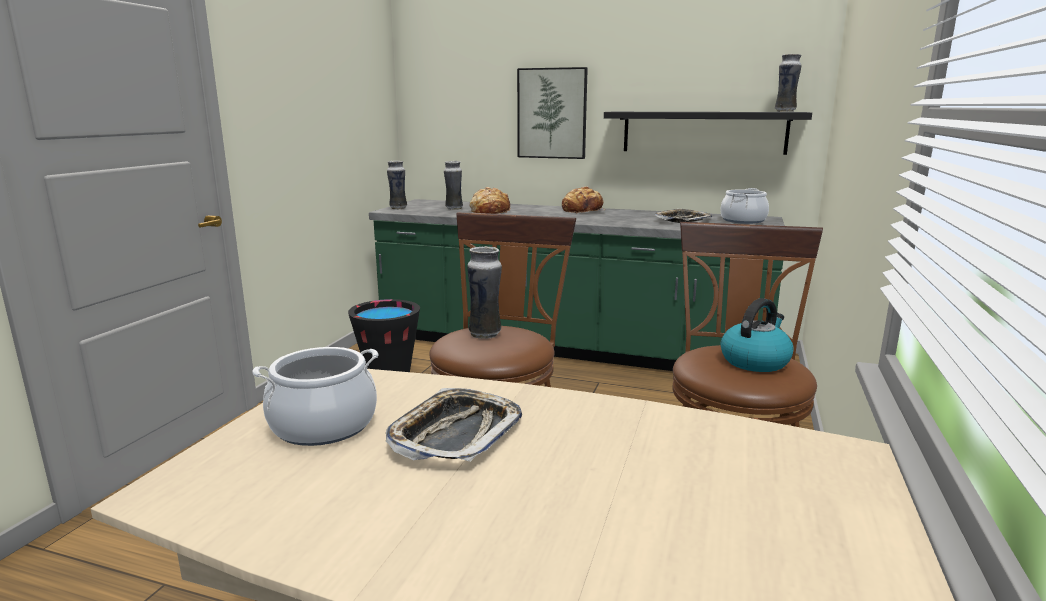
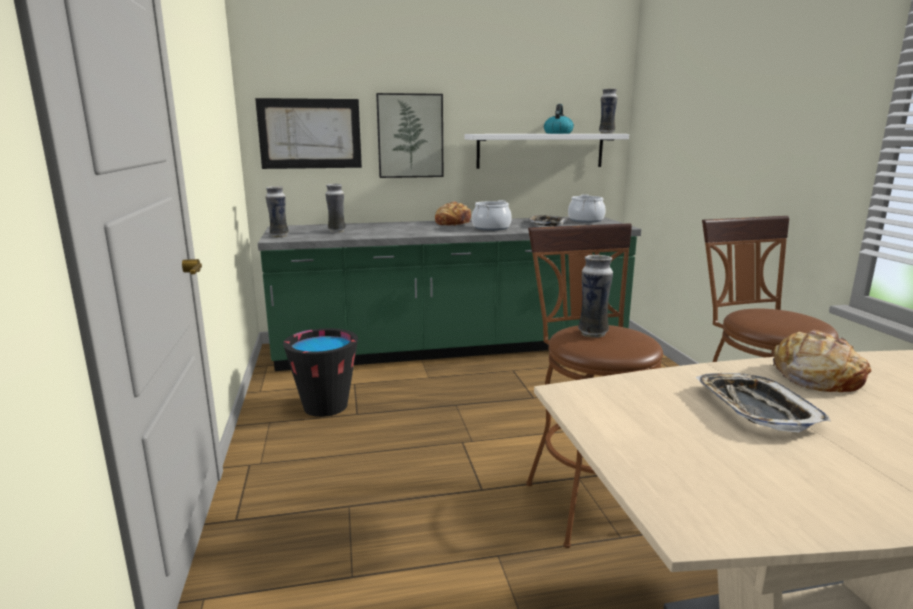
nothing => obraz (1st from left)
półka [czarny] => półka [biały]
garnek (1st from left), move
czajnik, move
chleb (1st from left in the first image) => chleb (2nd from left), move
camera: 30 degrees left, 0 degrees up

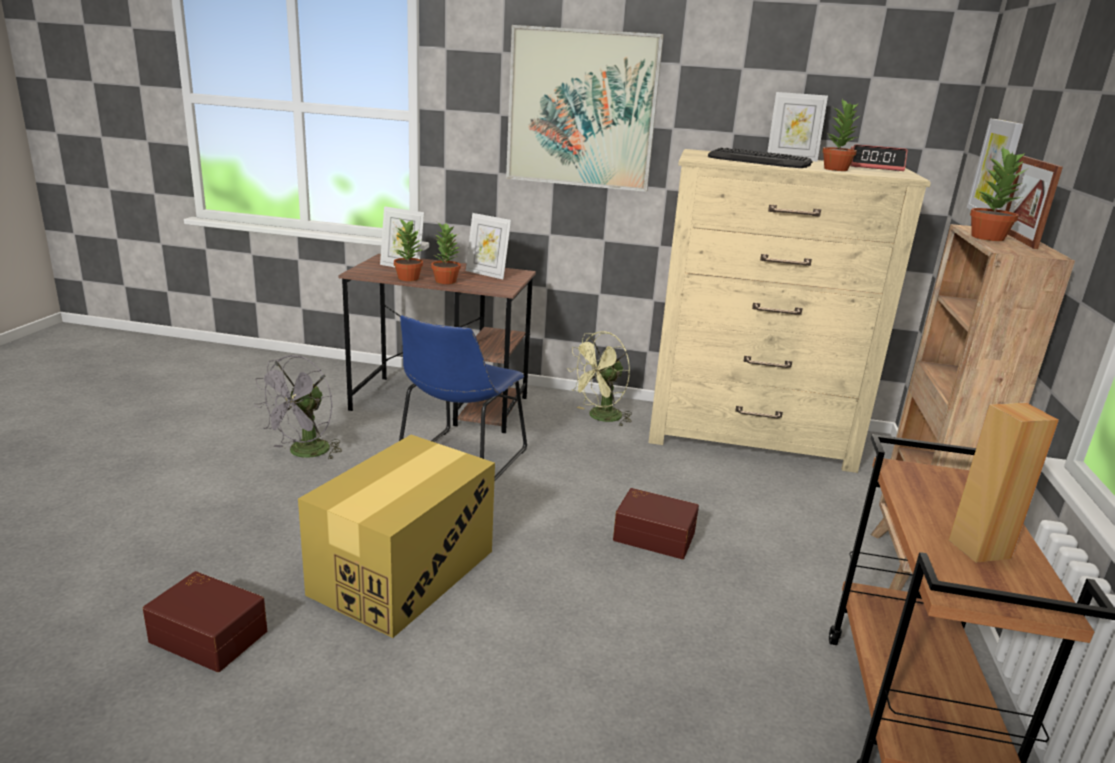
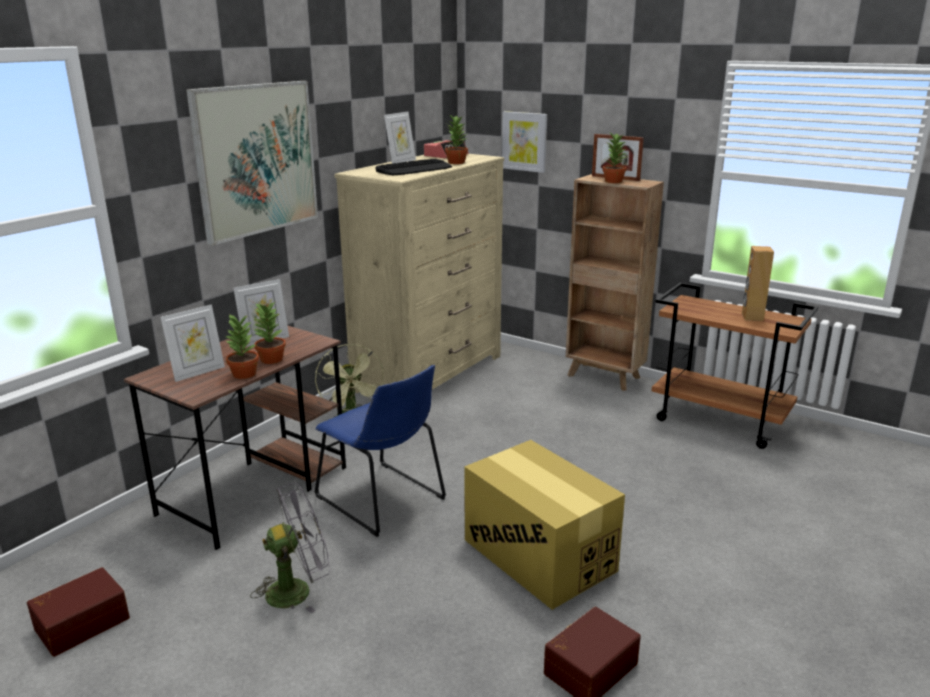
pojemnik do przechowywania [brązowy] (2nd from left in the first image) => pojemnik do przechowywania [brązowy] (1st from left), move
wentylator [szary], 75 degrees counterclockwise
camera: 65 degrees left, 0 degrees up

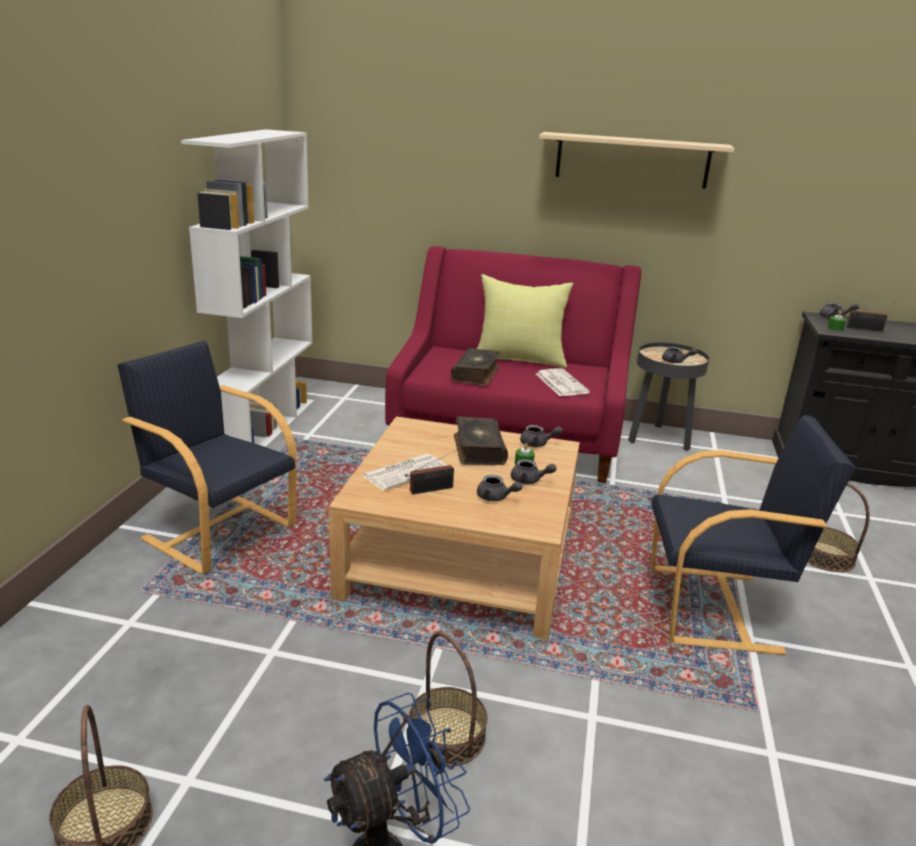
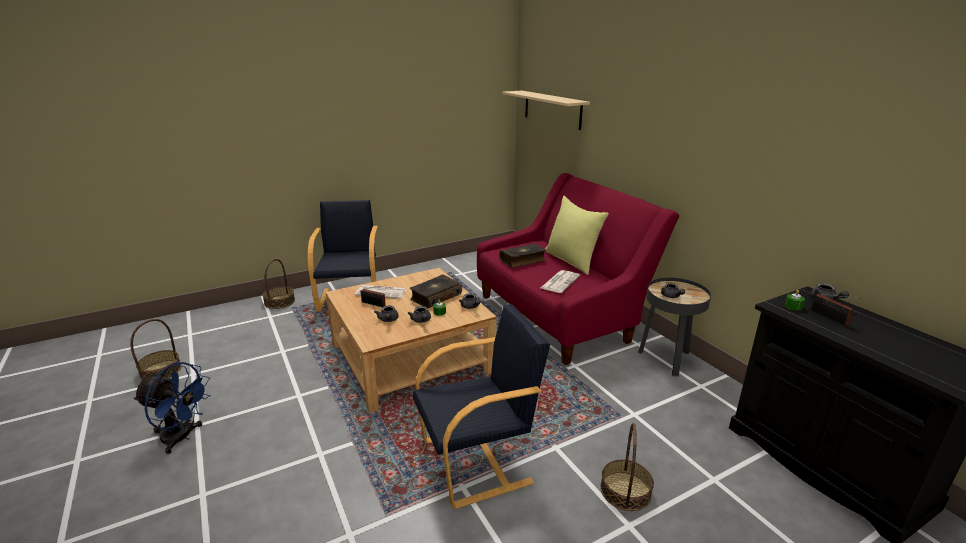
koszyk (2nd from left), move
fotel [czarny] (2nd from left), 75 degrees counterclockwise
półka [beżowy], move
regał [biały] => nothing
camera: 50 degrees right, 0 degrees up

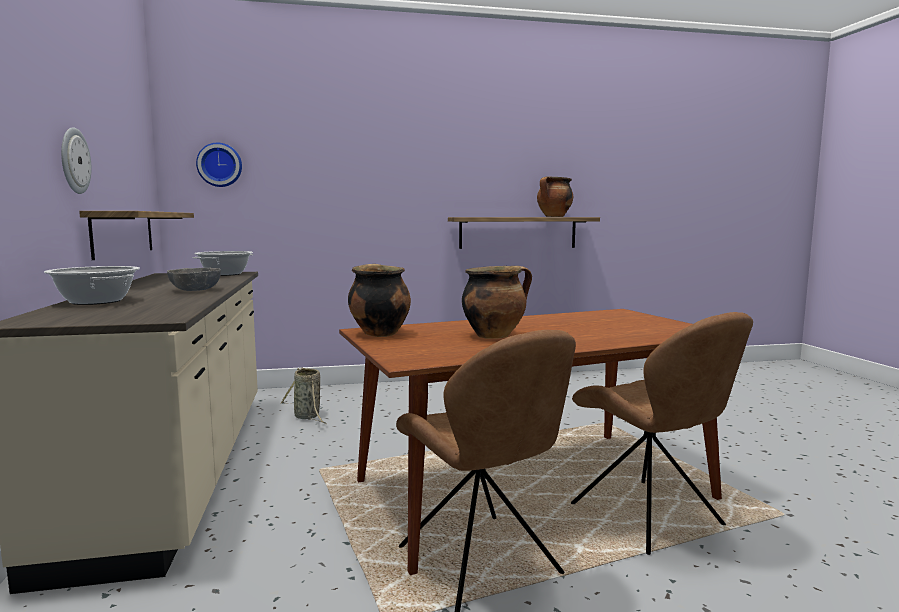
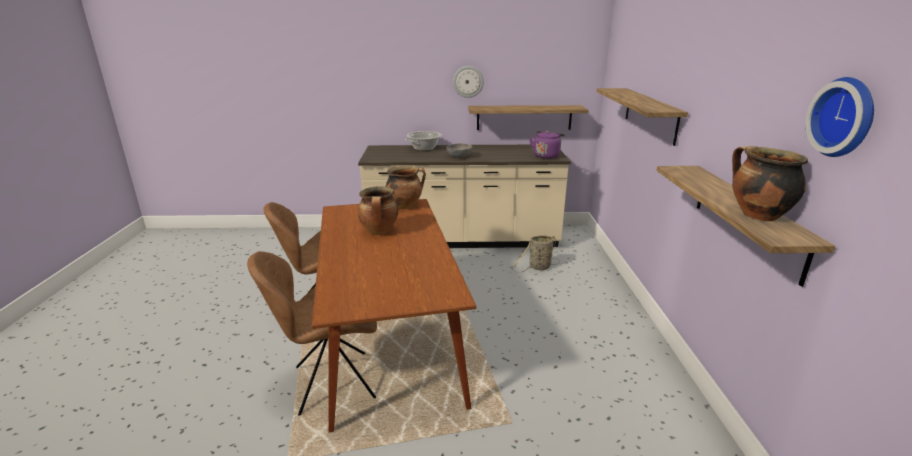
garnek (2nd from left) => czajnik [fioletowy]
nothing => półka (2nd from left)
zegar ścienny (2nd from left), move
camera: 100 degrees right, 15 degrees up

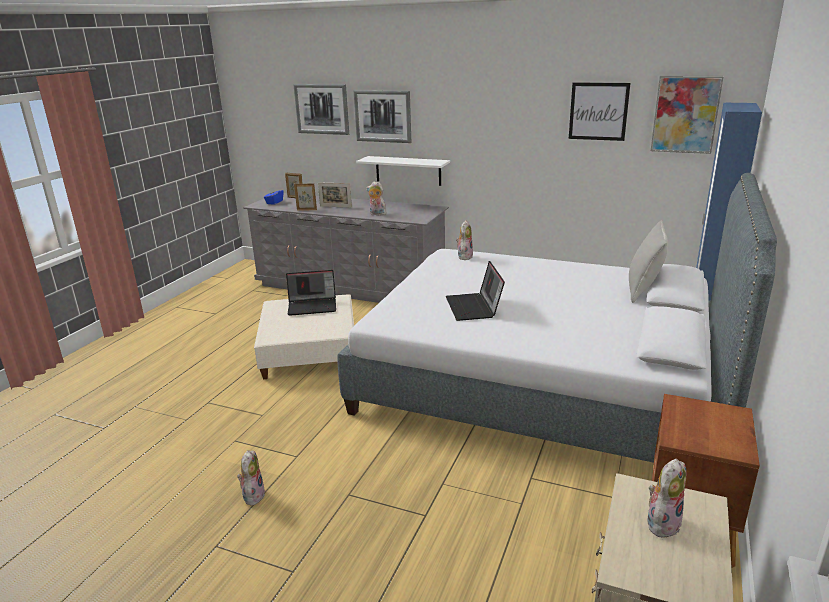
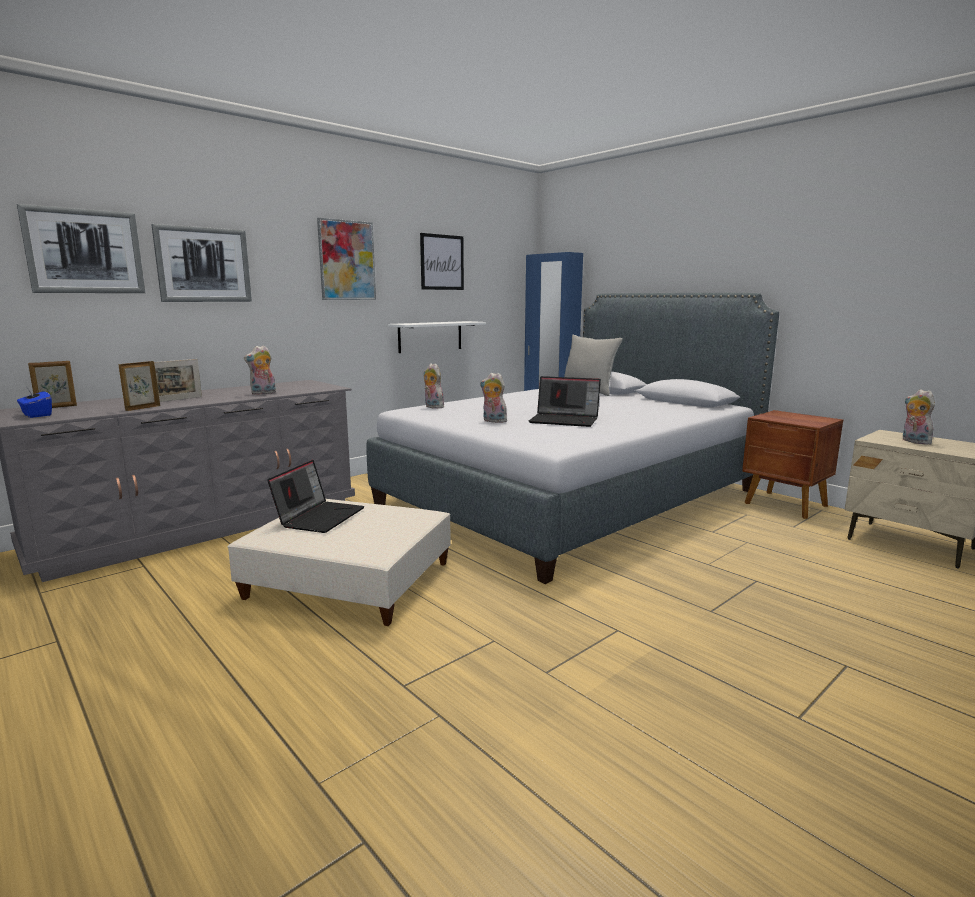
obraz (4th from left in the first image) => obraz (3rd from left), move
półka [biały], move
pluszak (1st from left in the first image) => pluszak (3rd from left), move
camera: 65 degrees left, 10 degrees down

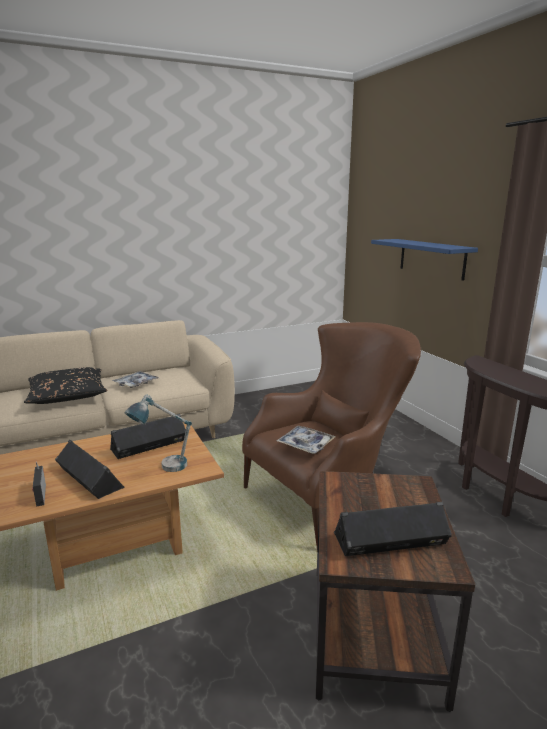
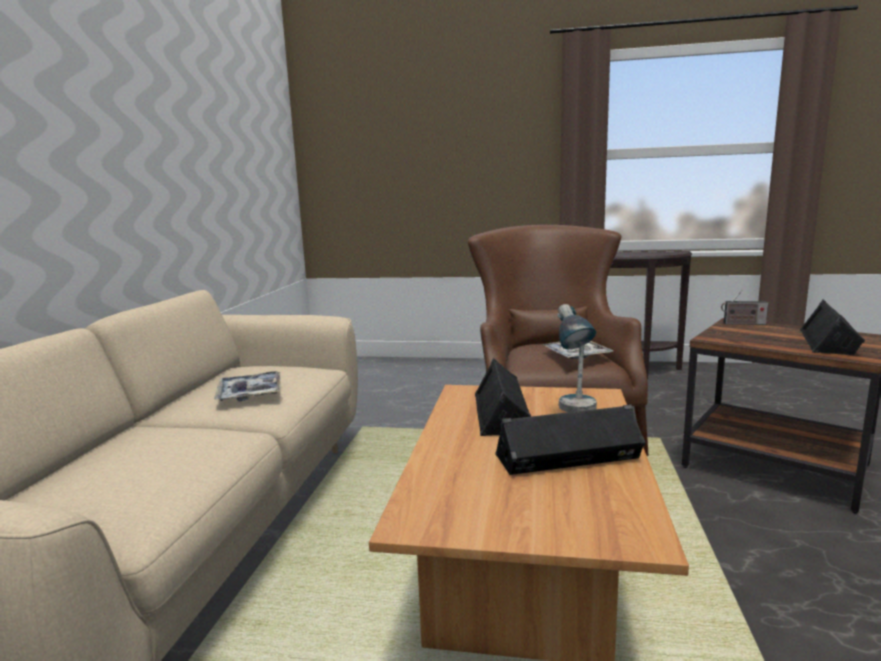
radio, move
poduszka [czarny] => nothing
półka [niebieski] => nothing
camera: 55 degrees left, 5 degrees down

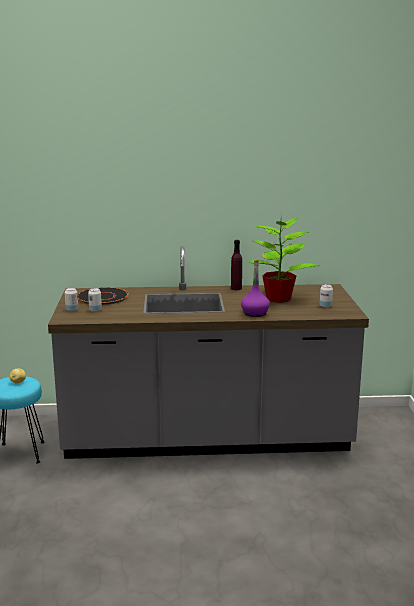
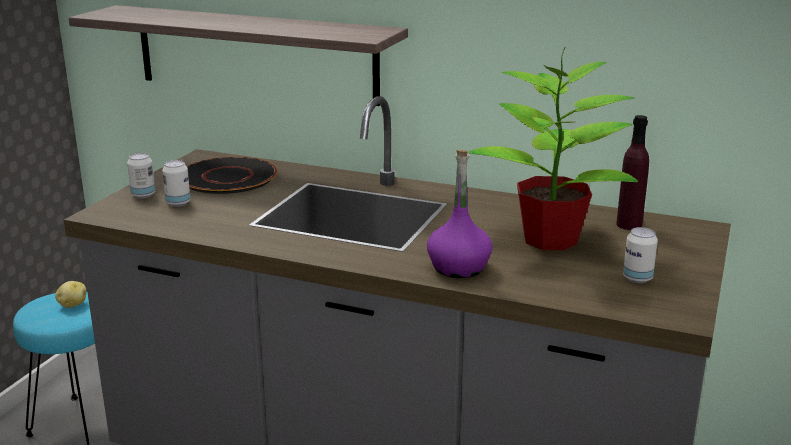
nothing => półka
butelka [fioletowy] (1st from left in the first image) => butelka [fioletowy] (2nd from left), move
camera: 25 degrees right, 5 degrees up

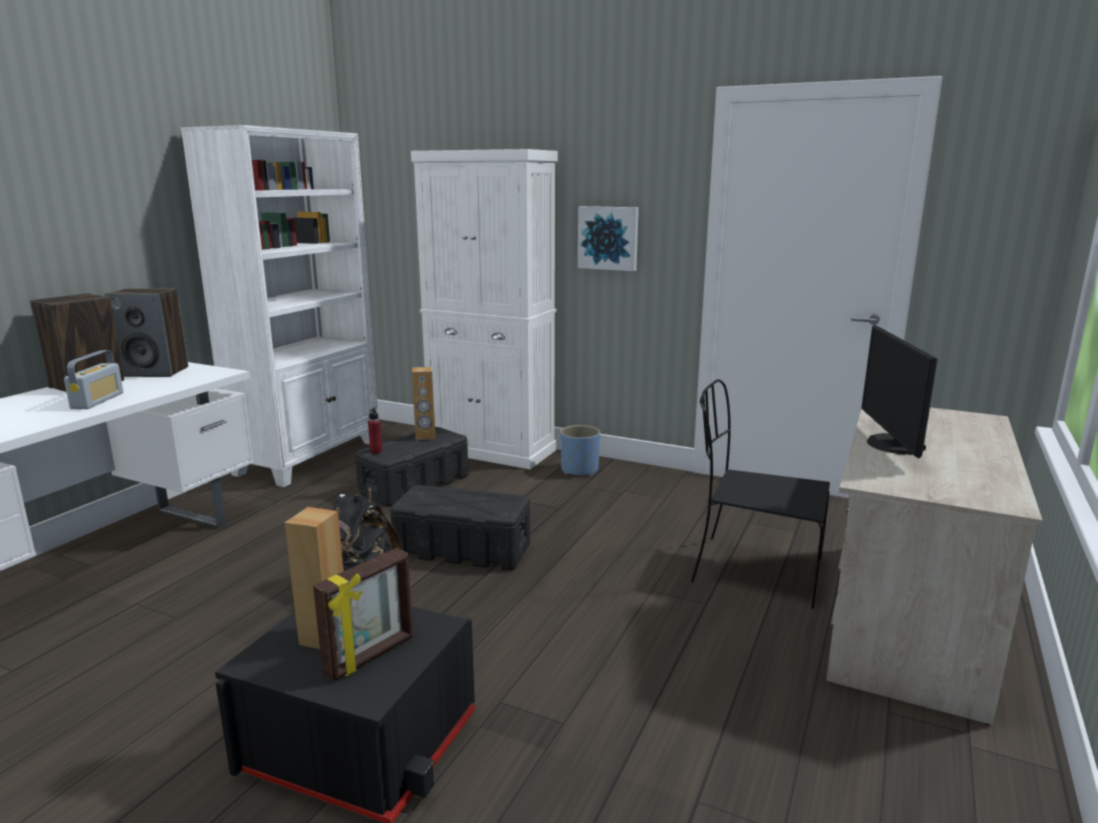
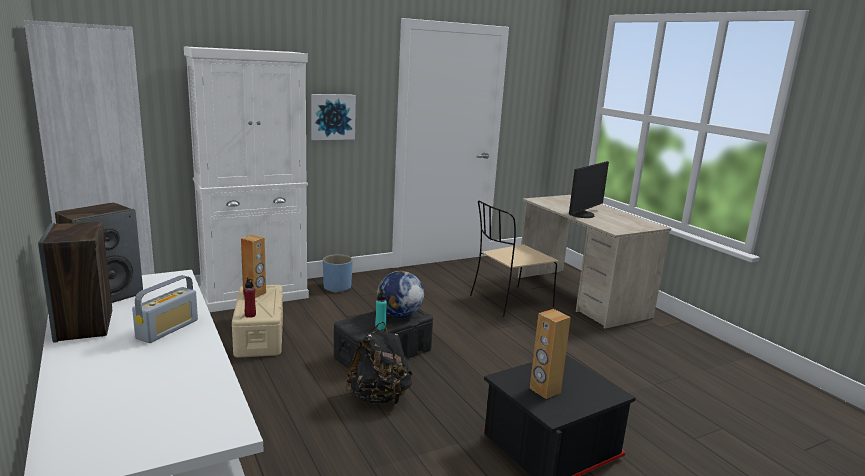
radio, 75 degrees clockwise
pojemnik do przechowywania [czarny] (2nd from left) => pojemnik do przechowywania [beżowy]
nothing => butelka [turkusowy]
nothing => globus
krzesło [czarny] => krzesło [beżowy]
monitor, 90 degrees counterclockwise
ramka na zdjęcie => nothing
camera: 55 degrees left, 0 degrees up

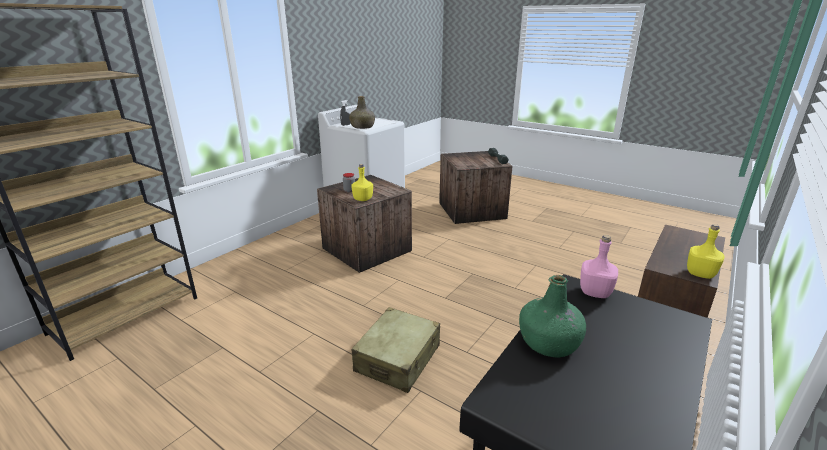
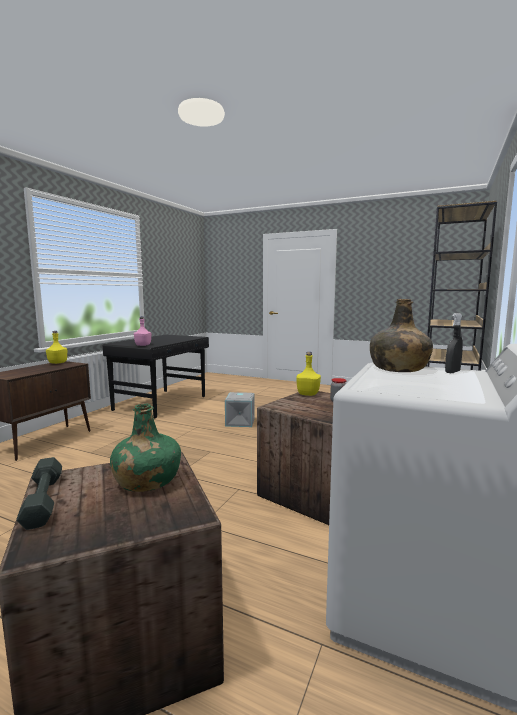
butelka [zielony] (2nd from left in the first image) => butelka [zielony] (1st from left), move
walizka [beżowy] => pojemnik do przechowywania [szary]
camera: 170 degrees right, 15 degrees down

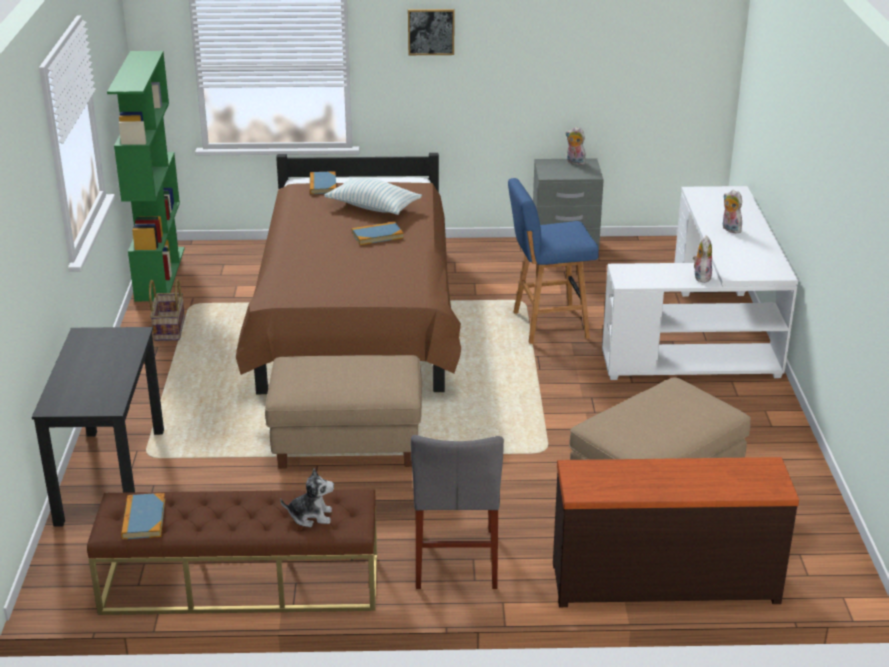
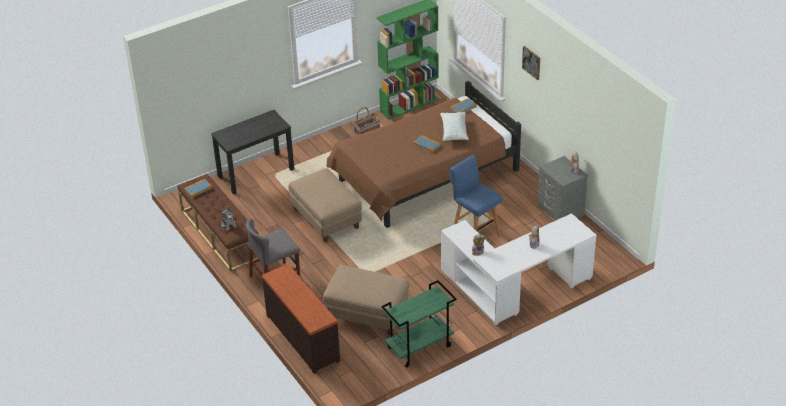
nothing => wózek [zielony]
camera: 60 degrees right, 10 degrees up

